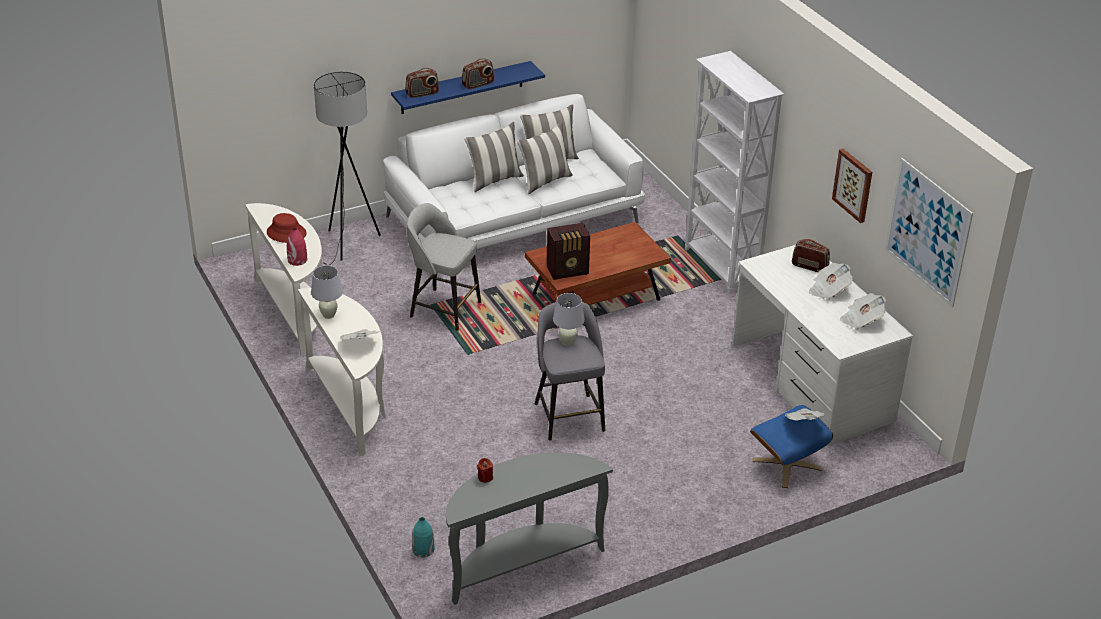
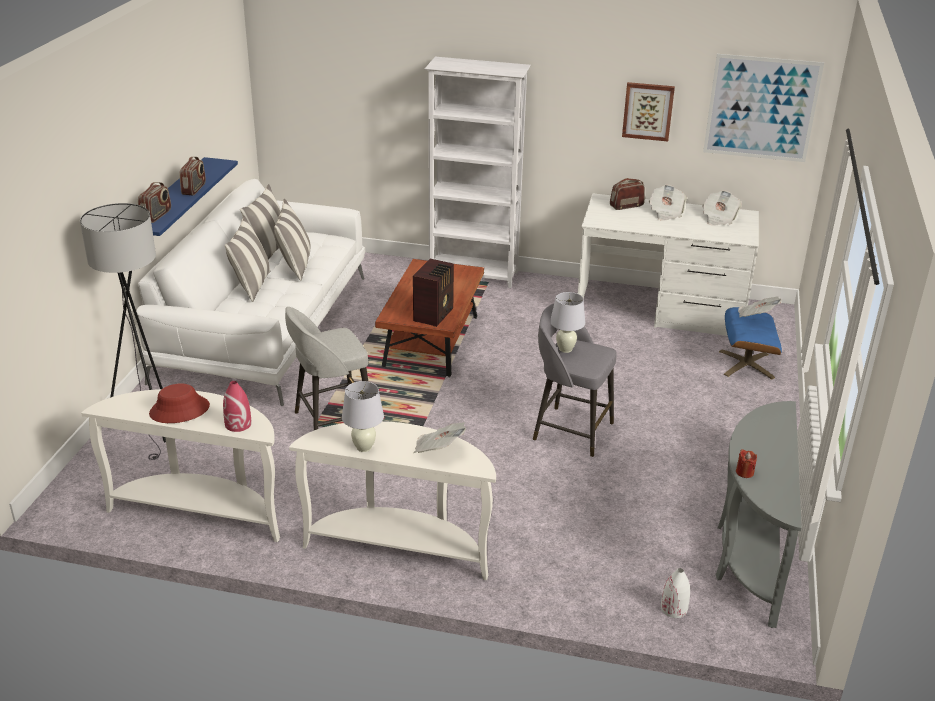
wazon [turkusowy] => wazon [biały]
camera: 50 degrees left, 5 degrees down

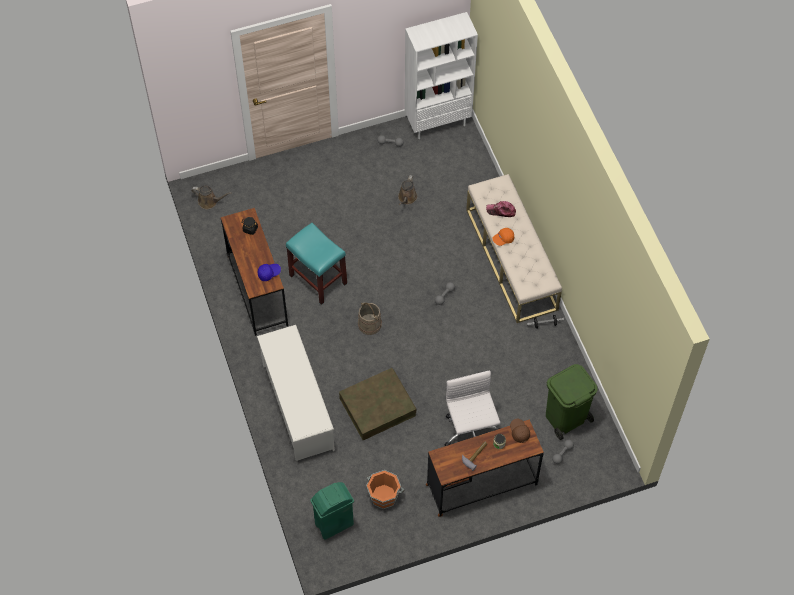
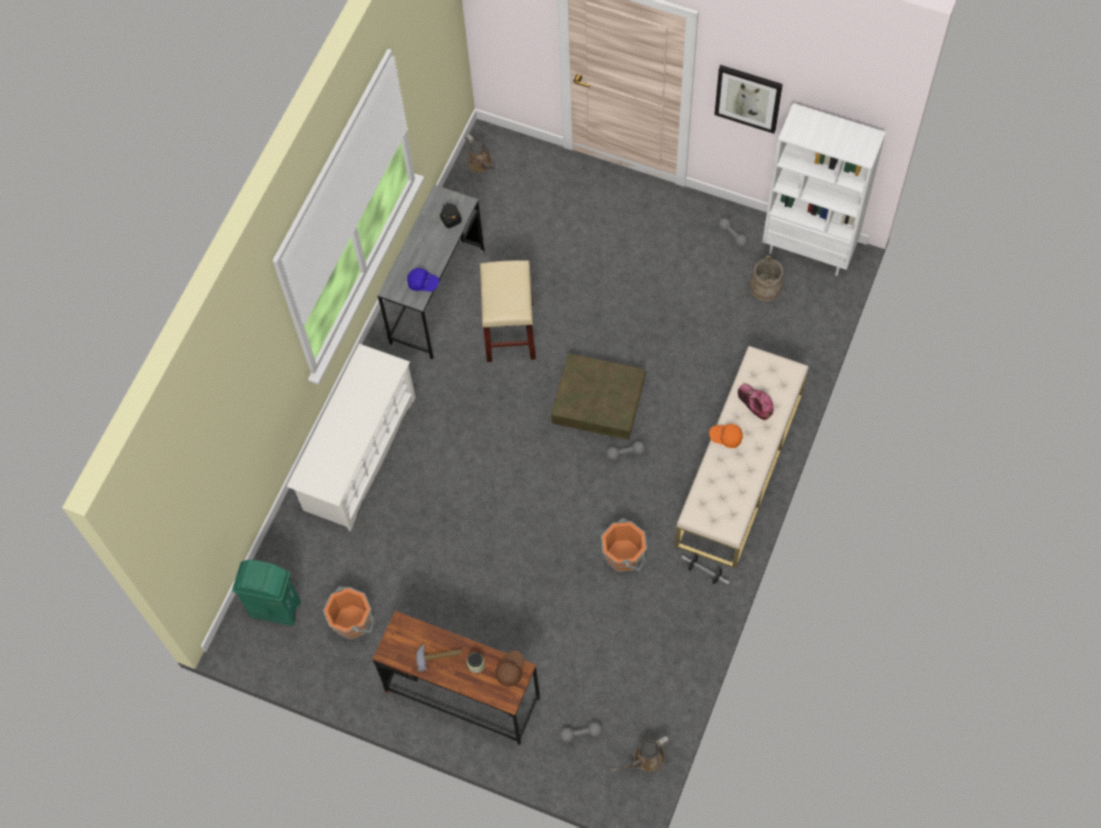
biurko [brązowy] (1st from left) => biurko [szary]
stołek [turkusowy] => stołek [beżowy]
pojemnik do przechowywania [brązowy], move
nothing => wiadro [pomarańczowy] (2nd from left)
konewka [brązowy] (2nd from left), move
nothing => obraz
wiadro [beżowy], move
krzesło biurowe [biały] => nothing
kosz na śmieci [zielony] (2nd from left) => nothing
camera: 45 degrees right, 5 degrees up

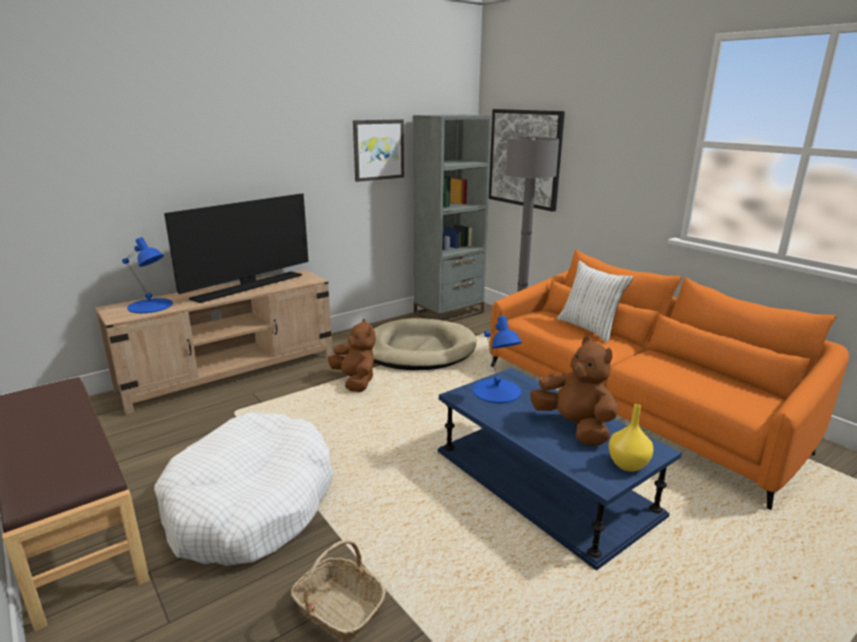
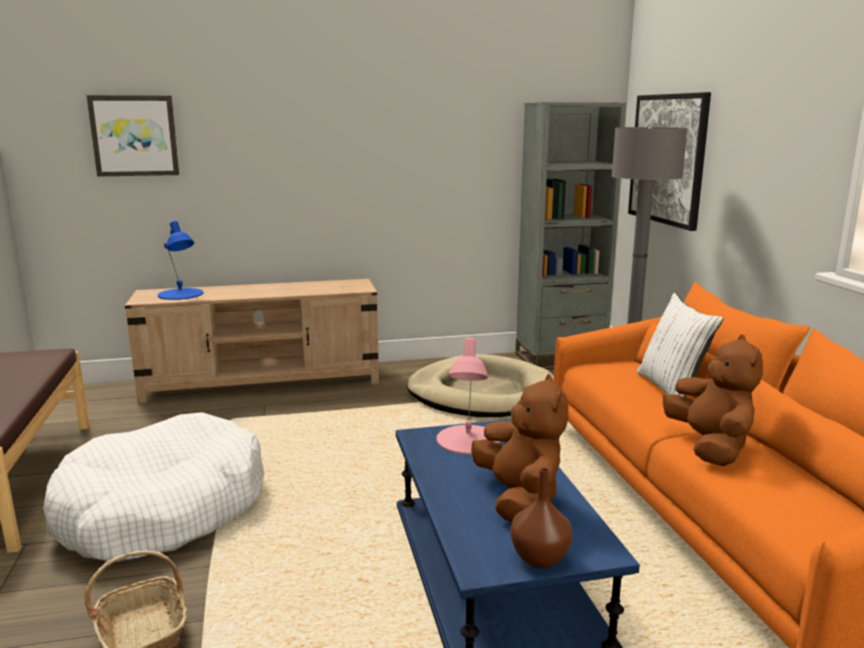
obraz (1st from left), move
lampa stołowa [niebieski] (2nd from left) => lampa stołowa [różowy]
wazon [żółty] => wazon [brązowy]
pluszak [brązowy] (1st from left in the first image) => pluszak [brązowy] (2nd from left), move
telewizor => nothing
camera: 25 degrees right, 5 degrees down

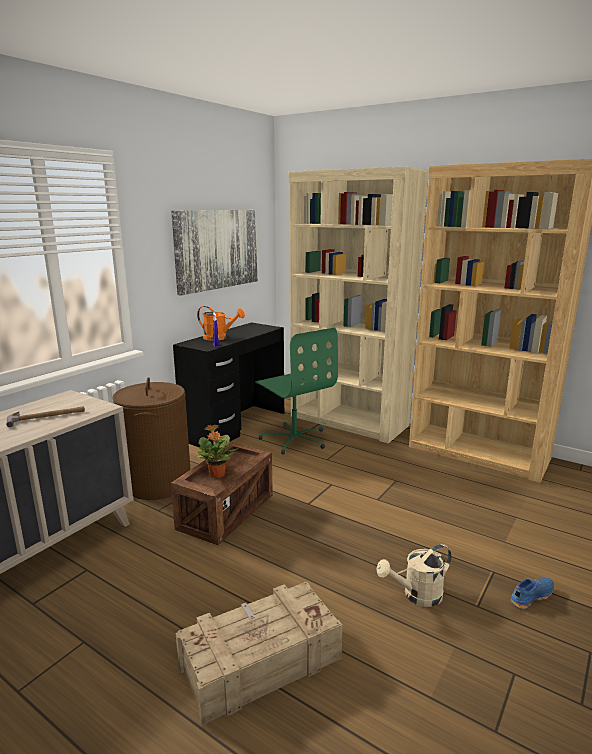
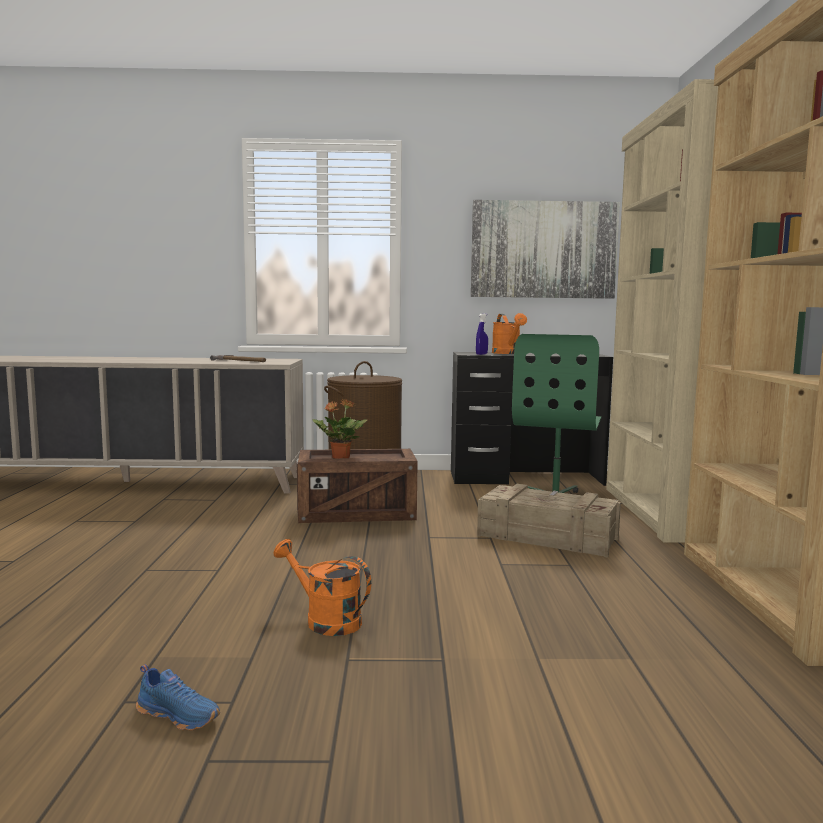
but [niebieski], move
konewka [beżowy] => konewka [pomarańczowy] (1st from left)
skrzynka (2nd from left), move
camera: 55 degrees right, 10 degrees down

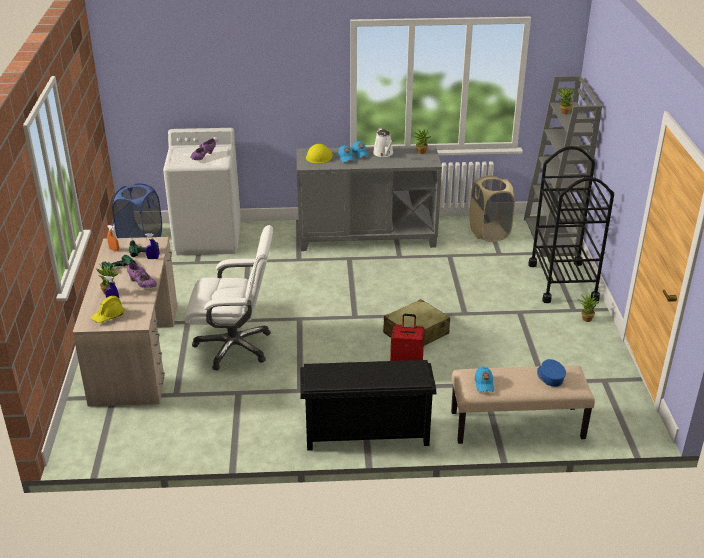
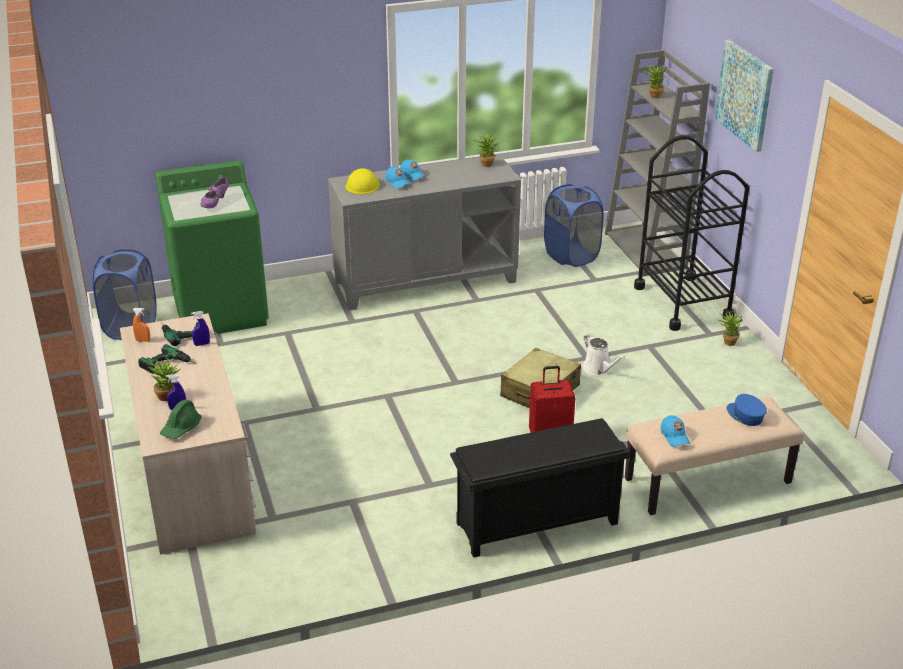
pralka [biały] => pralka [zielony]
kask [żółty] (1st from left) => kask [zielony]
kosz na pranie [beżowy] => kosz na pranie [niebieski] (2nd from left)
konewka [biały], move
nothing => obraz
but [fioletowy] (1st from left) => nothing
krzesło biurowe [biały] => nothing
camera: 15 degrees left, 0 degrees up

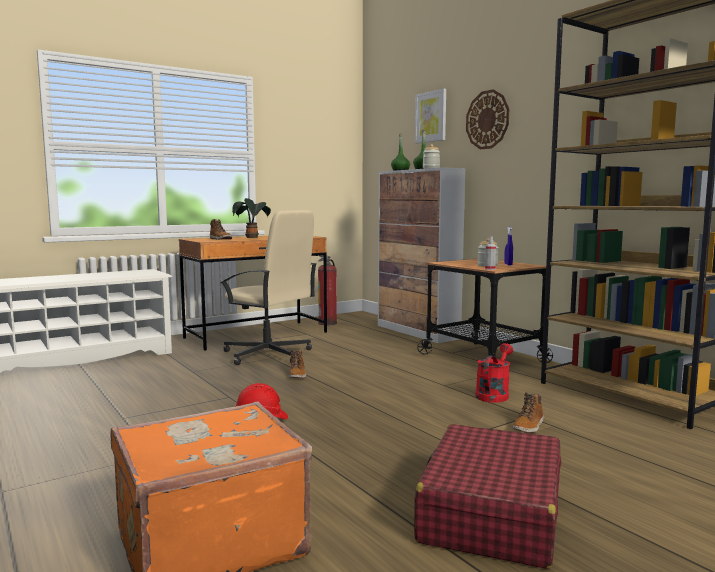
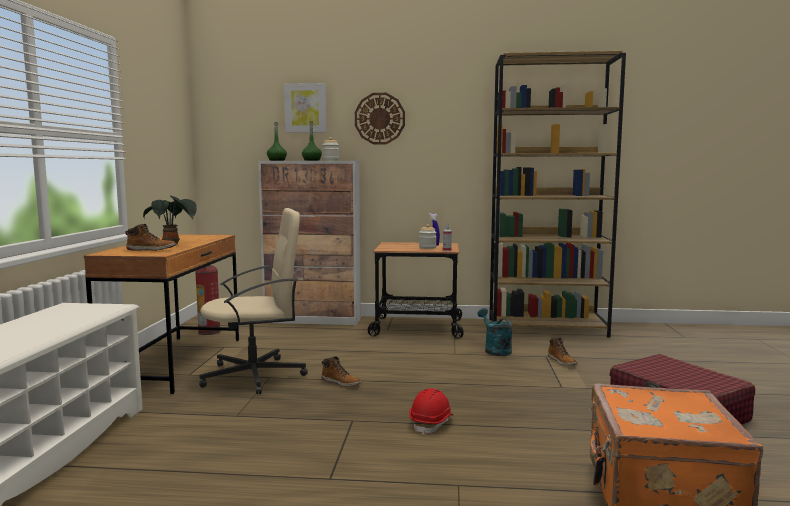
konewka [czerwony] => konewka [turkusowy]
camera: 50 degrees left, 0 degrees up

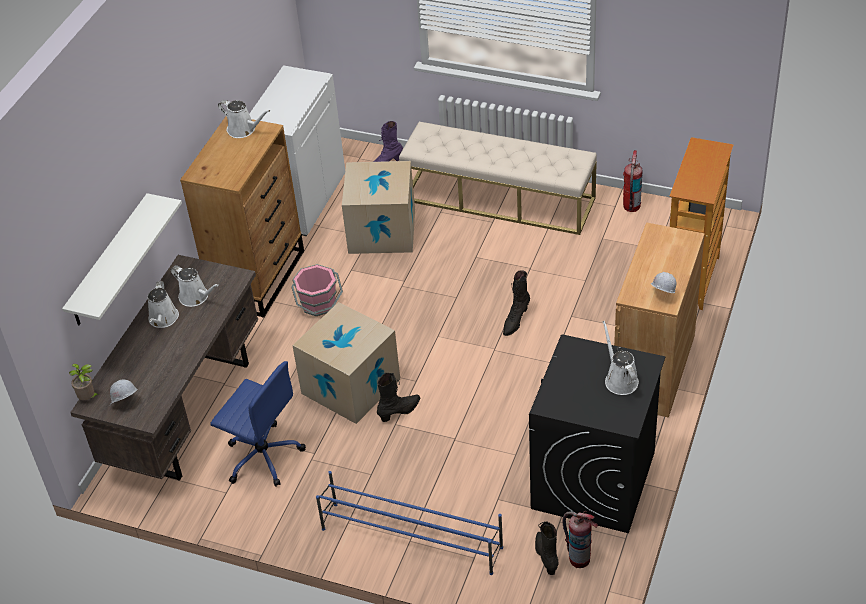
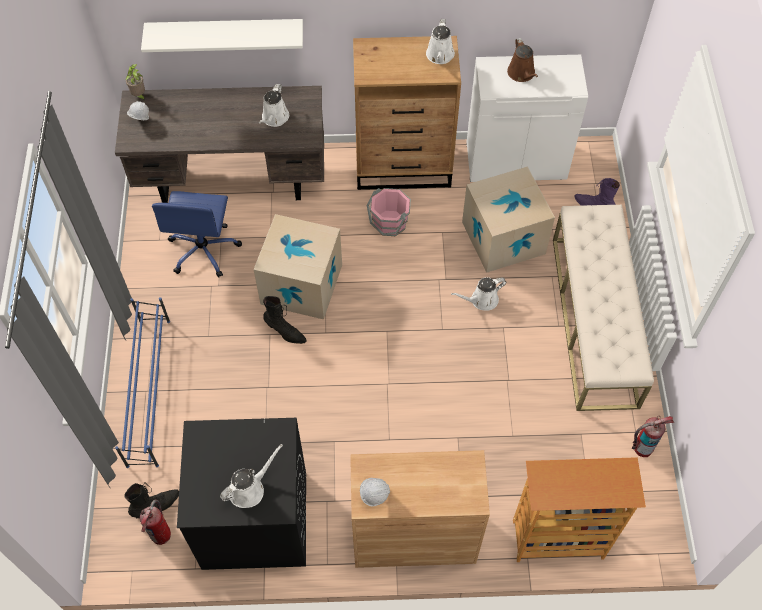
konewka [biały] (1st from left in the first image) => konewka [biały] (4th from left), move
nothing => konewka [brązowy]
but z cholewką [czarny] (2nd from left) => nothing
camera: 65 degrees right, 15 degrees up

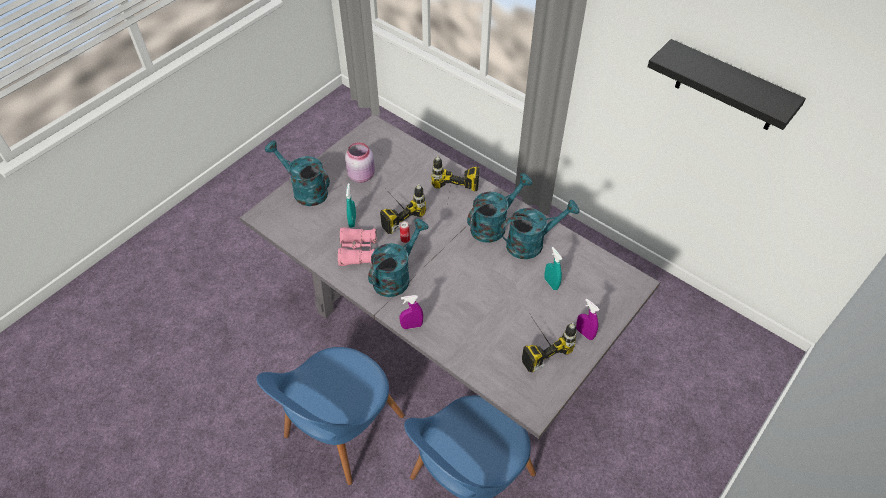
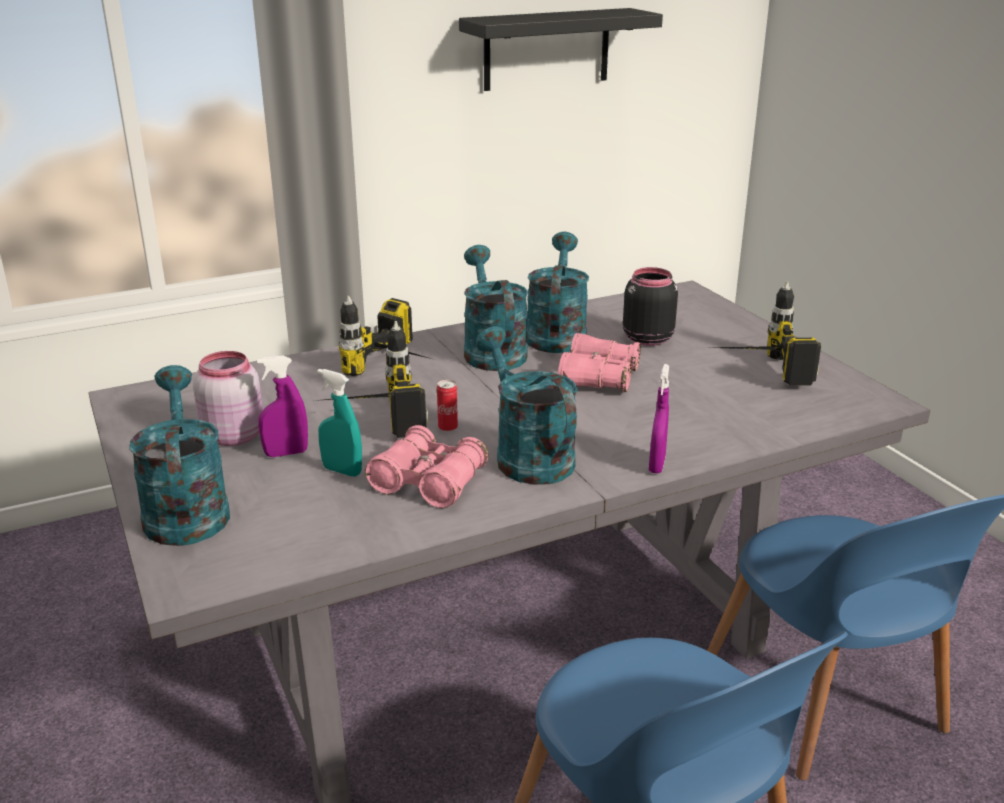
konewka [turkusowy] (1st from left), 105 degrees clockwise
spryskiwacz [fioletowy] (2nd from left in the first image) => spryskiwacz [fioletowy] (1st from left), move
nothing => lornetka [różowy] (2nd from left)
spryskiwacz [turkusowy] (2nd from left) => słoik [czarny]
camera: 65 degrees left, 25 degrees down

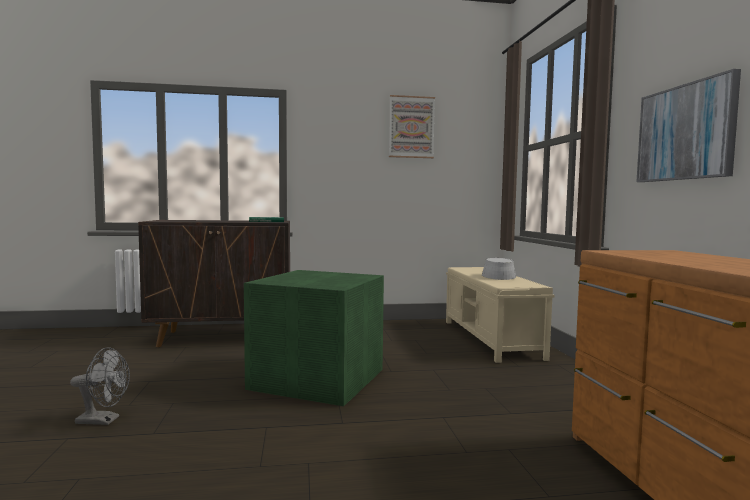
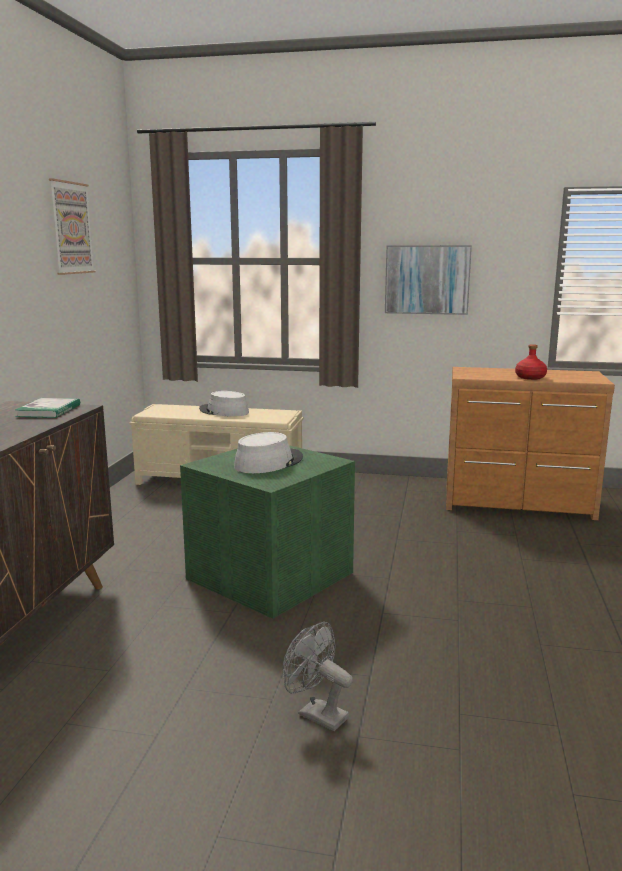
nothing => kapelusz [szary] (2nd from left)
wentylator [szary], 75 degrees counterclockwise
nothing => butelka [czerwony]
camera: 70 degrees left, 10 degrees up

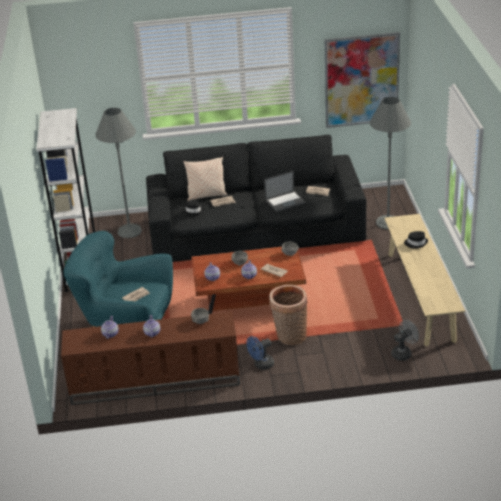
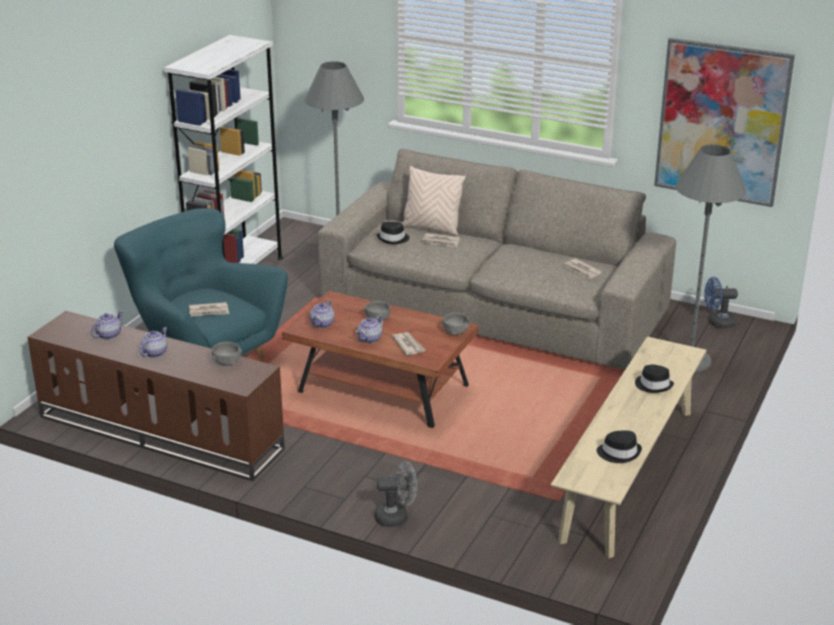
kanapa [czarny] => kanapa [beżowy]
wentylator [szary], move
nothing => kapelusz [czarny] (2nd from left)
wentylator [niebieski], move
laptop => nothing
koszyk => nothing
camera: 30 degrees right, 5 degrees down

